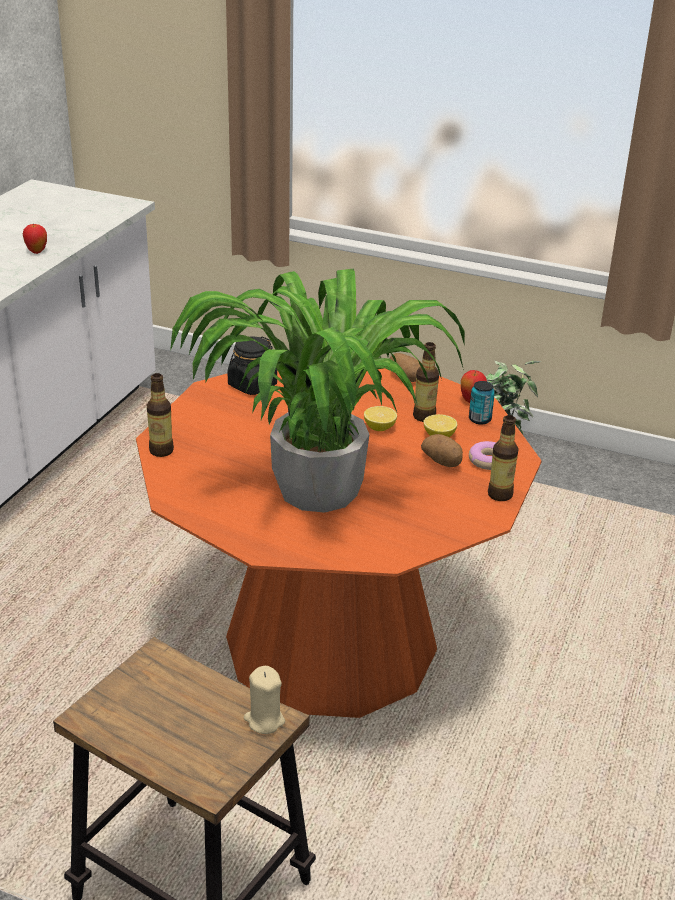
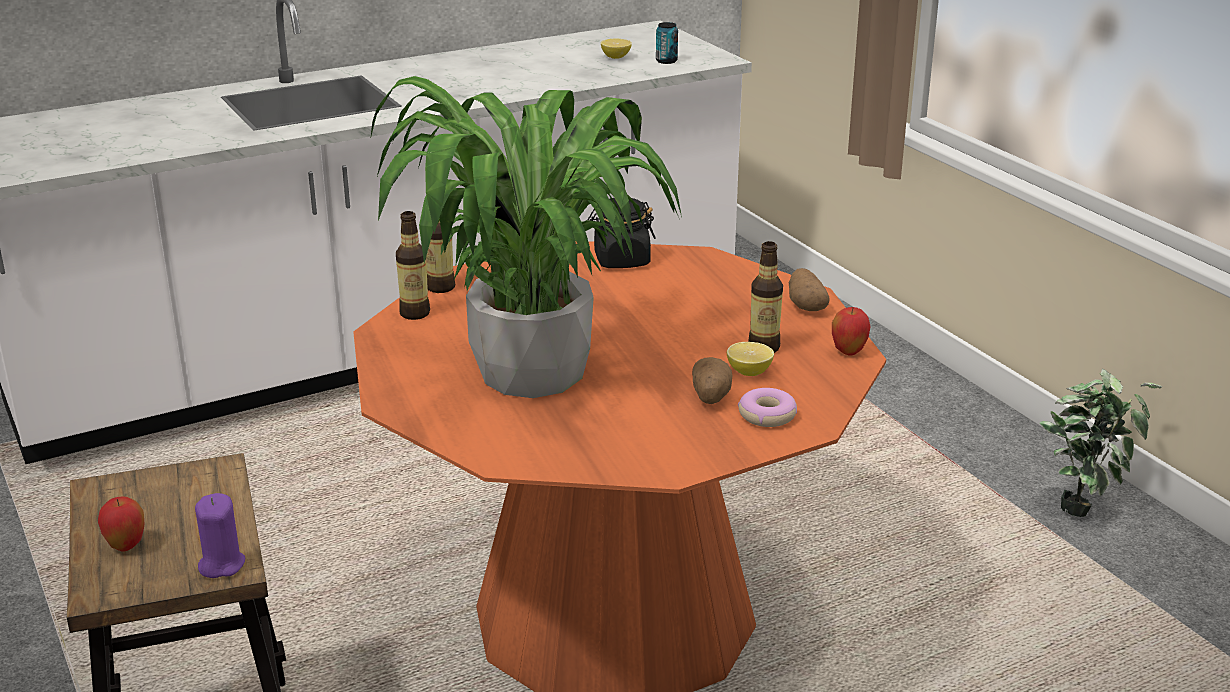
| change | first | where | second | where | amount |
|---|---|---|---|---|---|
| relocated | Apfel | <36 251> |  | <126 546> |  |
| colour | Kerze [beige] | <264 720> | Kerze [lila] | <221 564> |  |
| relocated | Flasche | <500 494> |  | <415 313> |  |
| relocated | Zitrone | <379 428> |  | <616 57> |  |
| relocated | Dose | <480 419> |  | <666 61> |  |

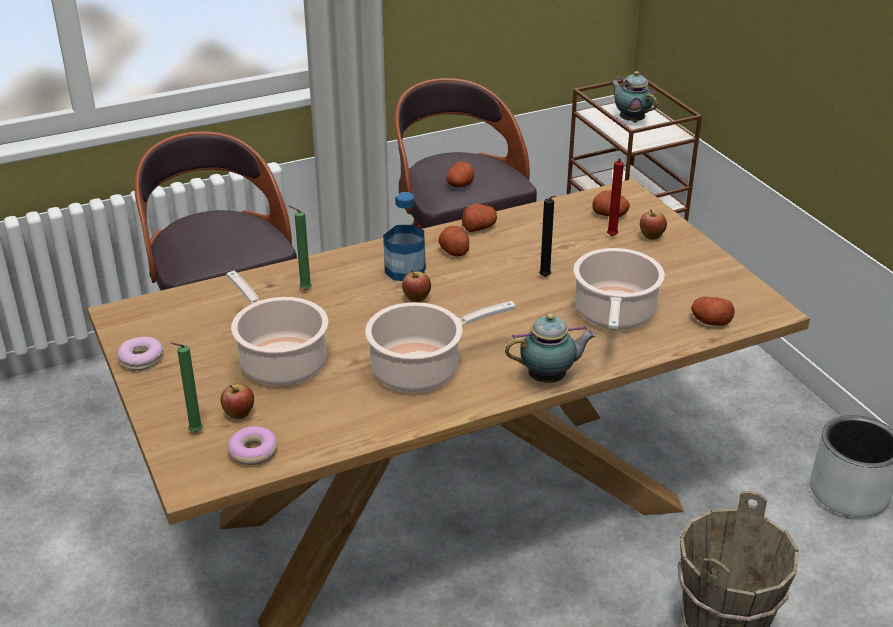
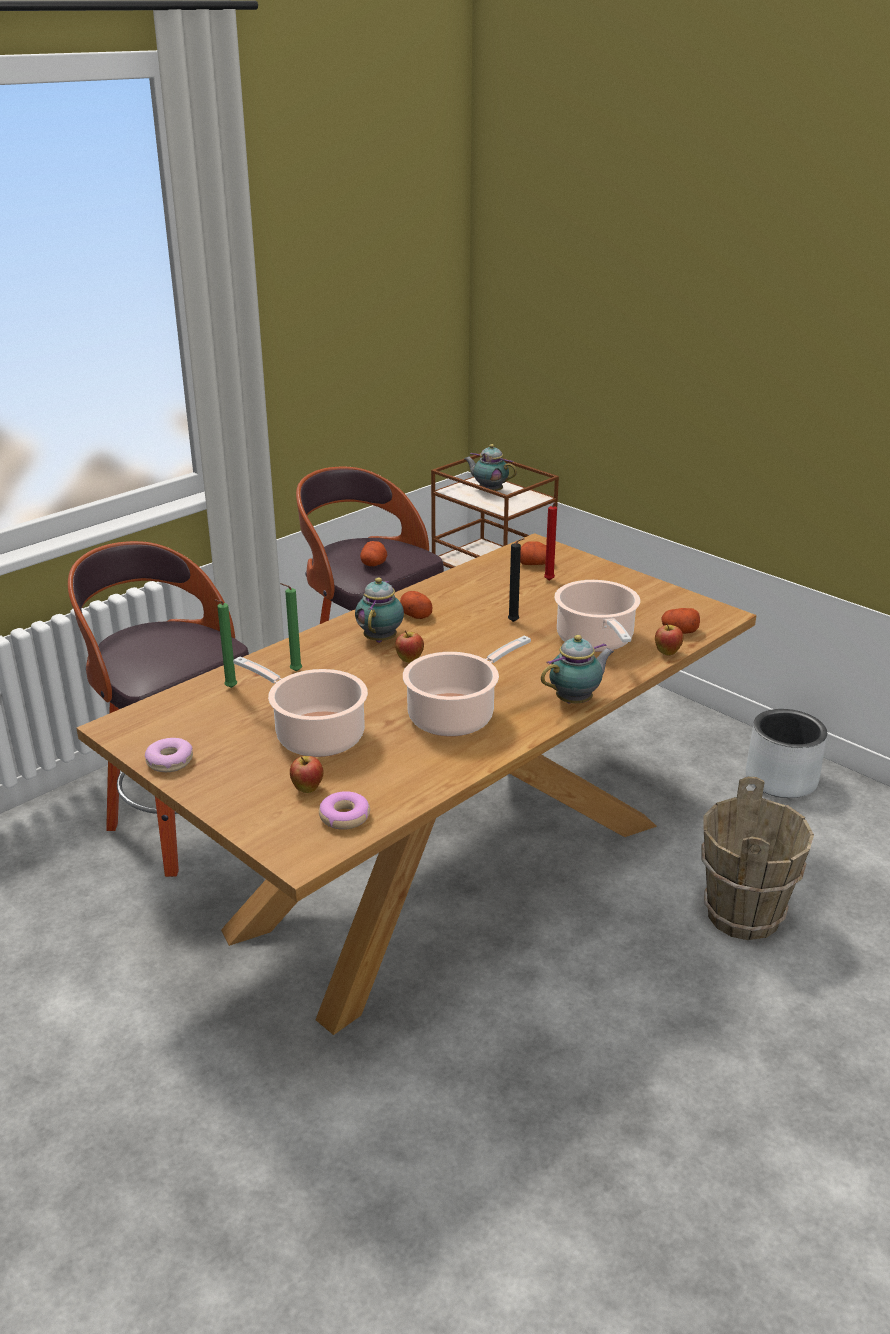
| change | first | where | second | where | amount |
|---|---|---|---|---|---|
| relocated | Kerze [grün] | <194 432> |  | <229 688> |  |
| exchanged | Flasche | <405 270> | Teekanne | <381 638> |  |
| relocated | Apfel | <651 237> |  | <667 653> |  |
| missing | Kartoffel | <479 227> |  |  |  |

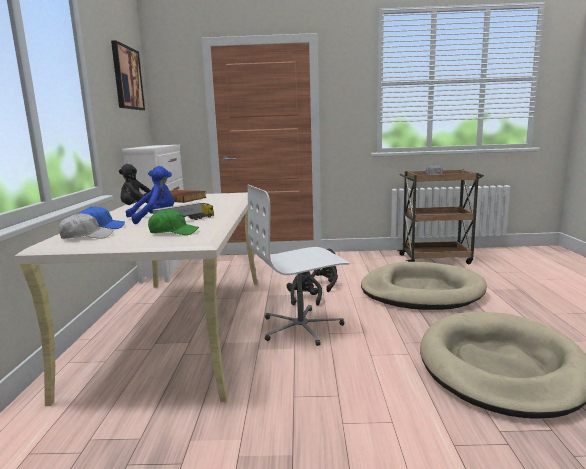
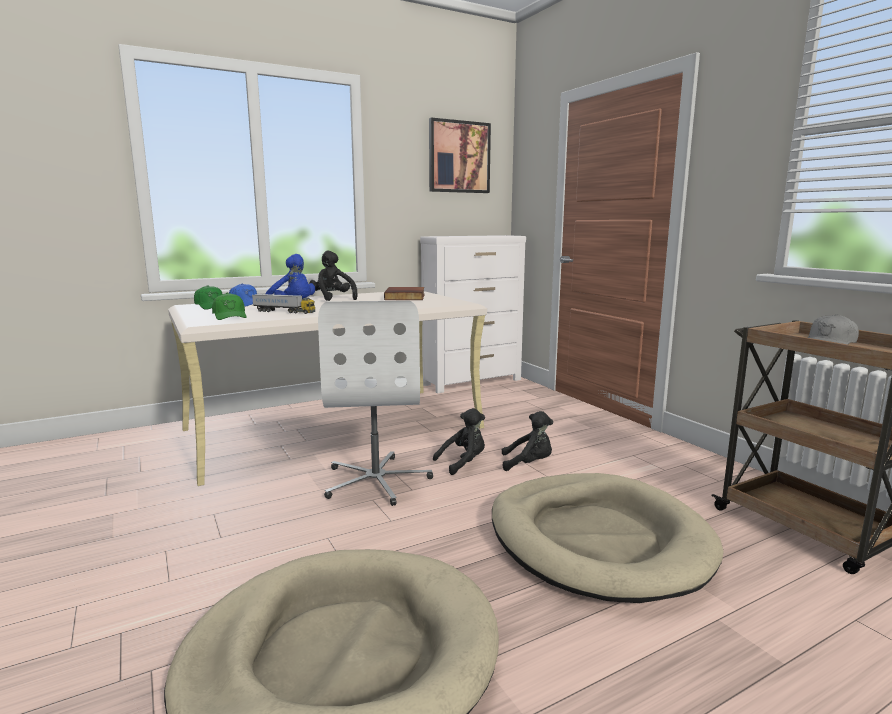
| change | first | where | second | where | amount |
|---|---|---|---|---|---|
| colour | Kappe [weiß] | <86 236> | Kappe [grün] | <211 306> |  |
| spun | Bürostuhl [weiß] | <301 327> |  | <377 480> | 135 degrees counterclockwise |

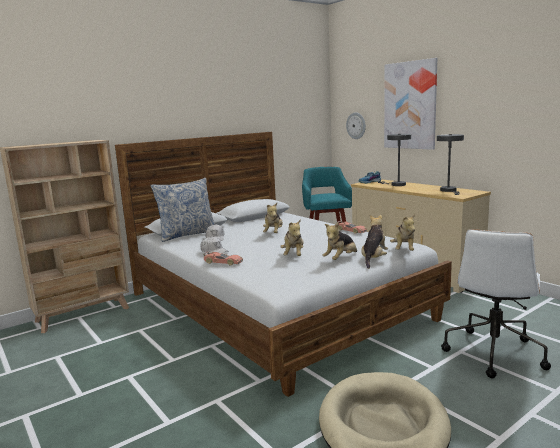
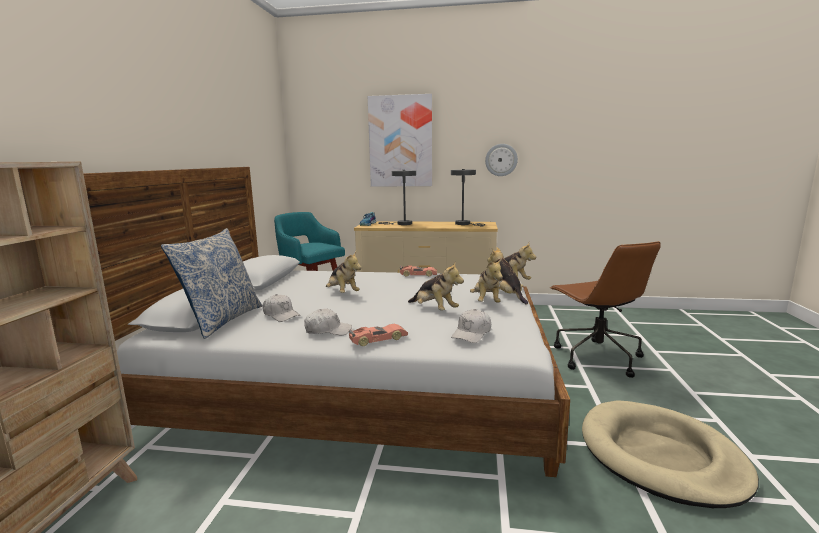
| change | first | where | second | where | amount |
|---|---|---|---|---|---|
| appeared |  |  | Kappe [weiß] | <472 333> |  |
| relocated | Wanduhr | <356 125> |  | <501 160> |  |
| colour | Bürostuhl [weiß] | <493 352> | Bürostuhl [braun] | <596 357> |  |

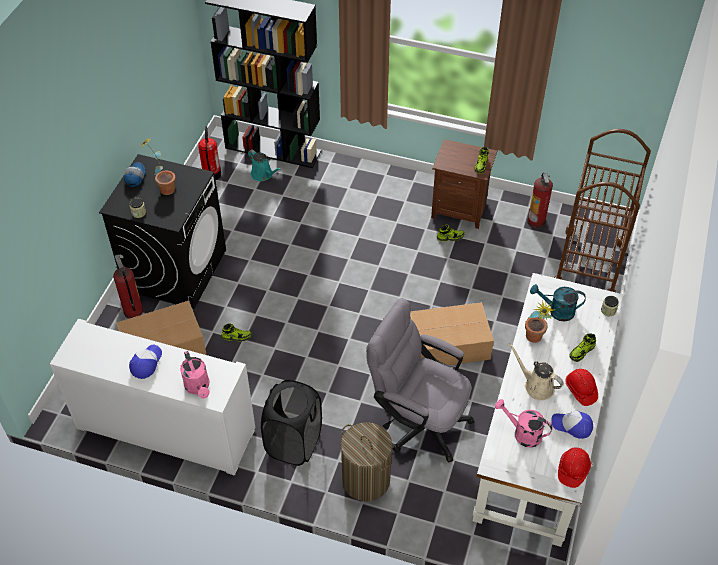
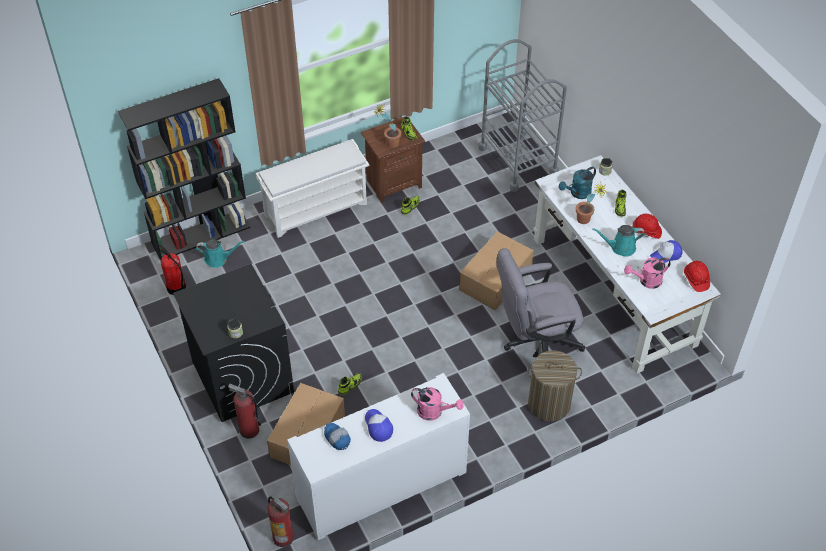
| change | first | where | second | where | amount |
|---|---|---|---|---|---|
| appeared |  |  | Schuhregal [weiß] | <316 209> |  |
| relocated | Feuerlöscher | <536 221> |  | <283 537> |  |
| relocated | Kappe | <135 177> |  | <337 439> |  |
| relocated | Topfpflanze | <163 188> |  | <388 144> |  |
| colour | Rollwagen [braun] | <589 264> | Rollwagen [grau] | <518 160> |  |
| colour | Gießkanne [beige] | <536 386> | Gießkanne [türkis] | <620 247> |  |
| missing | Wäschekorb [schwarz] | <294 443> |  |  |  |

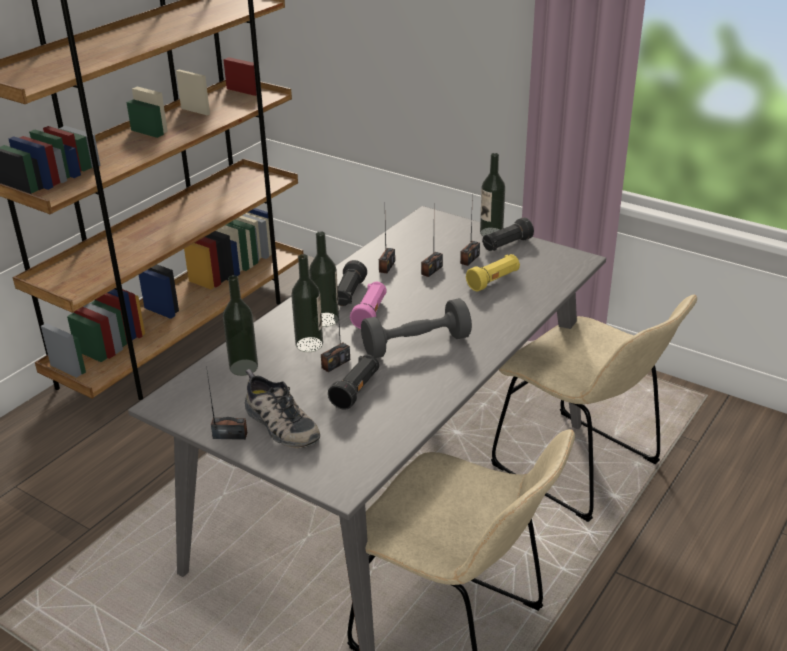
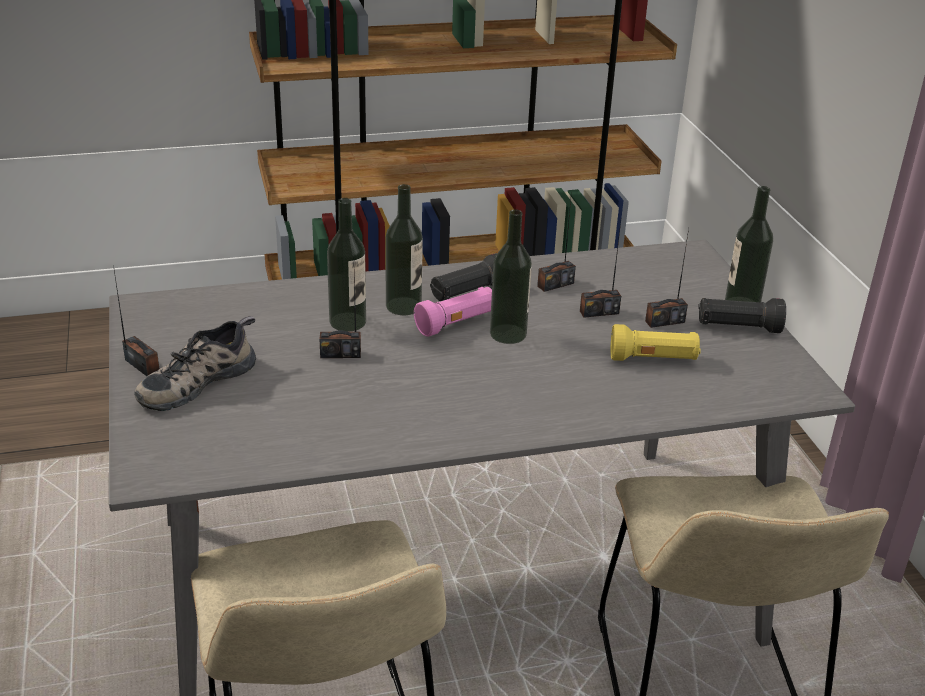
| change | first | where | second | where | amount |
|---|---|---|---|---|---|
| spun | Schuh | <279 424> |  | <196 380> | 45 degrees clockwise |
| relocated | Flasche | <243 367> |  | <508 334> |  |
| missing | Taschenlampe [schwarz] | <356 391> |  |  |  |
| missing | Hantel [grau] | <416 345> |  |  |  |

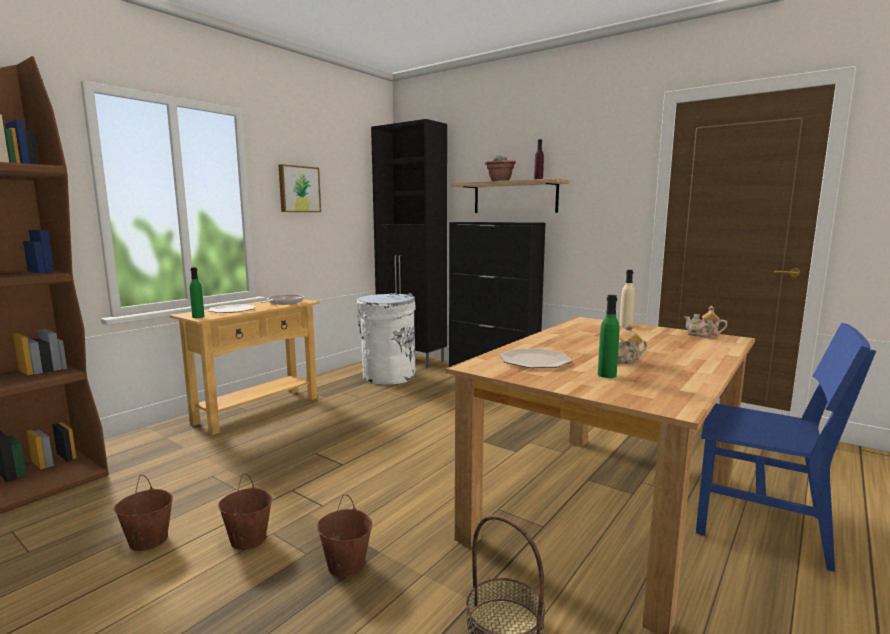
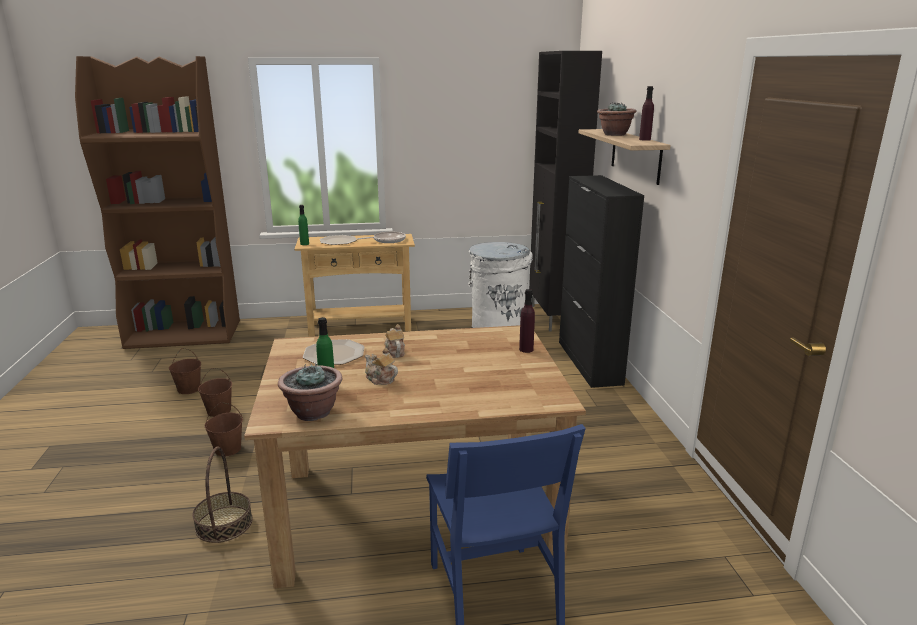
| change | first | where | second | where | amount |
|---|---|---|---|---|---|
| appeared |  |  | Topfpflanze | <313 412> |  |
| relocated | Teekanne | <703 335> |  | <394 352> |  |
| colour | Flasche [beige] | <625 325> | Flasche [lila] | <526 349> |  |
| missing | Bild | <298 189> |  |  |  |

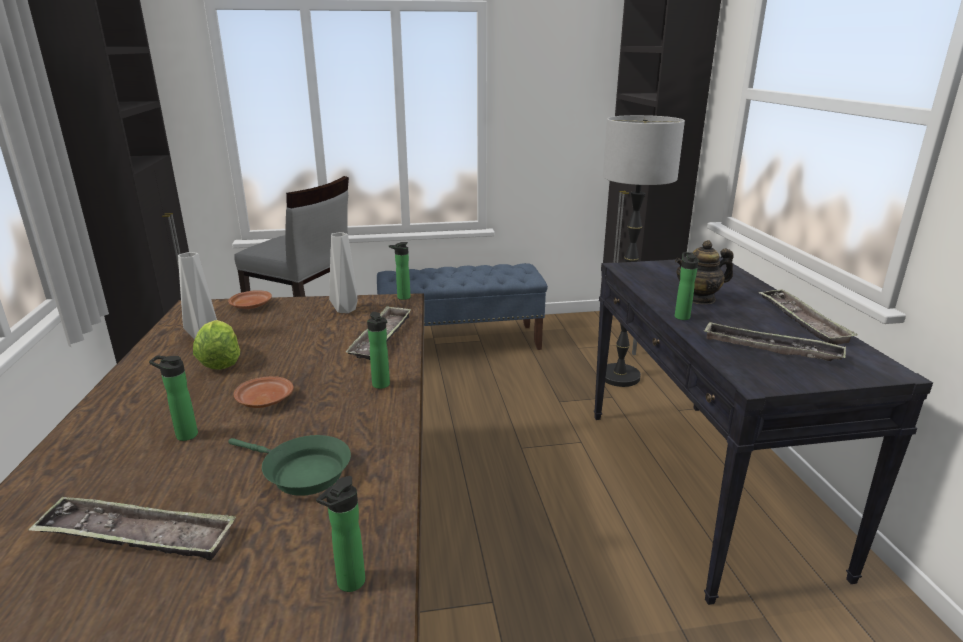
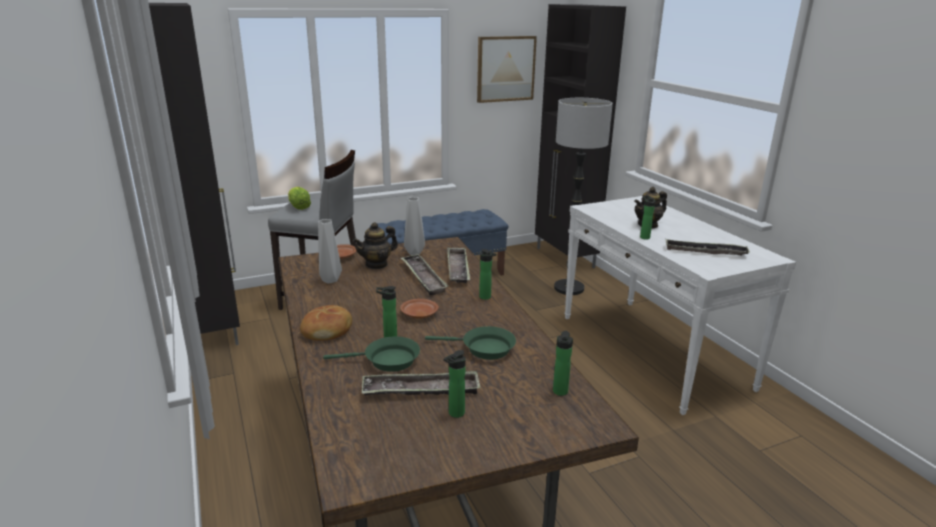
| change | first | where | second | where | amount |
|---|---|---|---|---|---|
| relocated | Salatkopf | <220 361> |  | <298 207> |  |
| appeared |  |  | Brot | <327 330> |  |
| appeared |  |  | Pfanne [grün] | <387 360> |  |
| appeared |  |  | Teekanne | <376 264> |  |
| relocated | Tablett | <802 321> |  | <423 278> |  |
| relocated | Flasche | <401 298> |  | <454 414> |  |
| appeared |  |  | Bild | <505 69> |  |
| colour | Konsolentisch [schwarz] | <702 486> | Konsolentisch [weiß] | <653 351> |  |

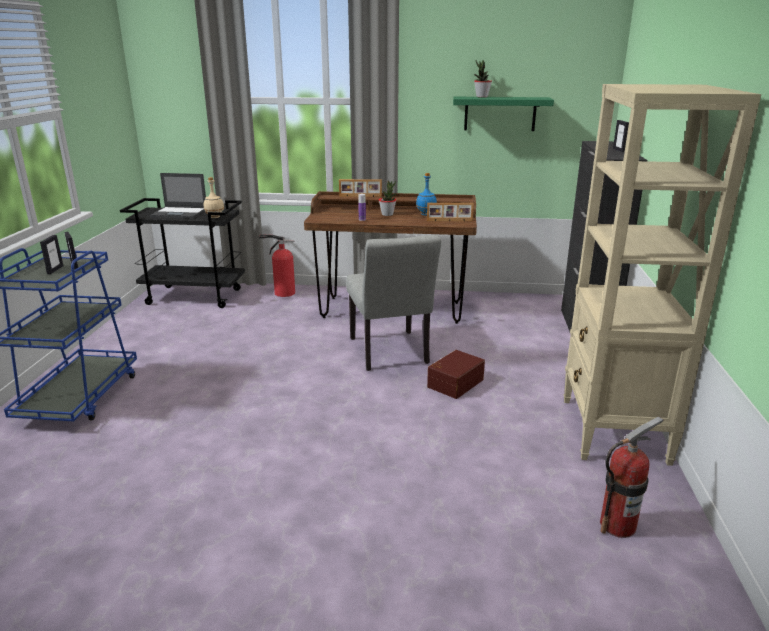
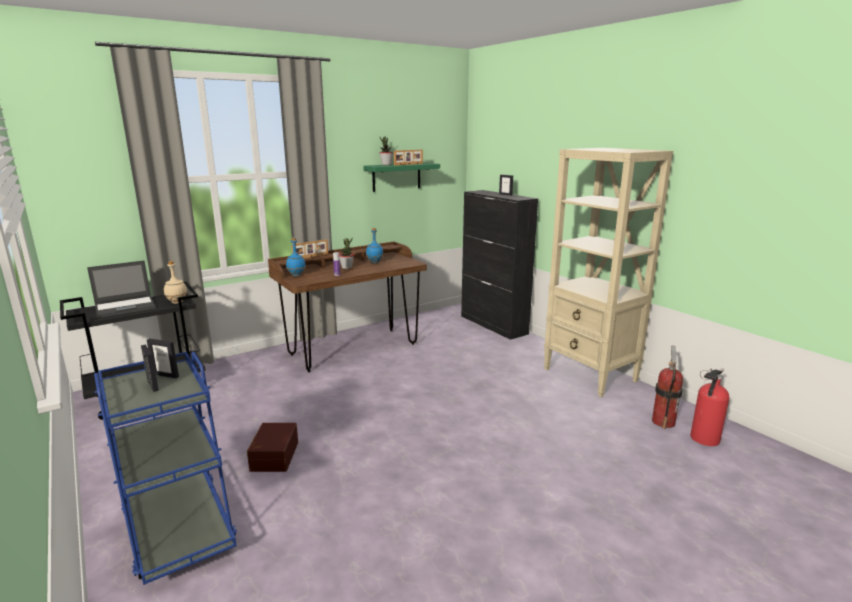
| change | first | where | second | where | amount |
|---|---|---|---|---|---|
| relocated | Aufbewahrungsbox [braun] | <454 383> |  | <273 456> |  |
| appeared |  |  | Flasche [blau] | <296 275> |  |
| relocated | Bilderrahmen | <449 221> |  | <409 164> |  |
| relocated | Feuerlöscher | <282 293> |  | <703 439> |  |
| missing | Stuhl [grau] | <390 354> |  |  |  |

